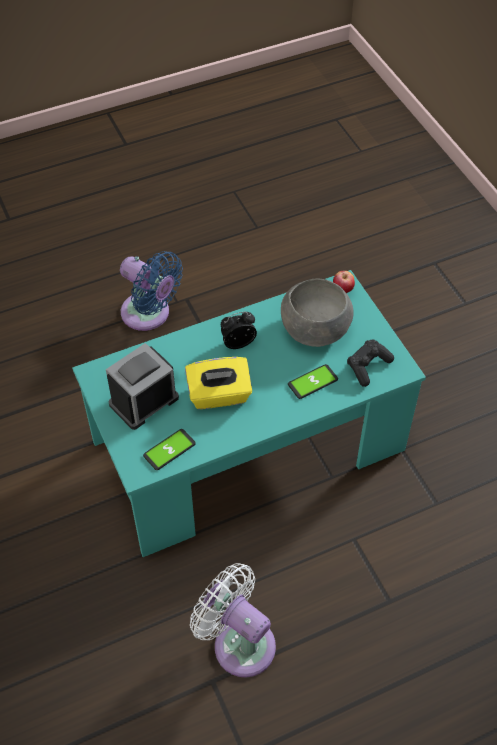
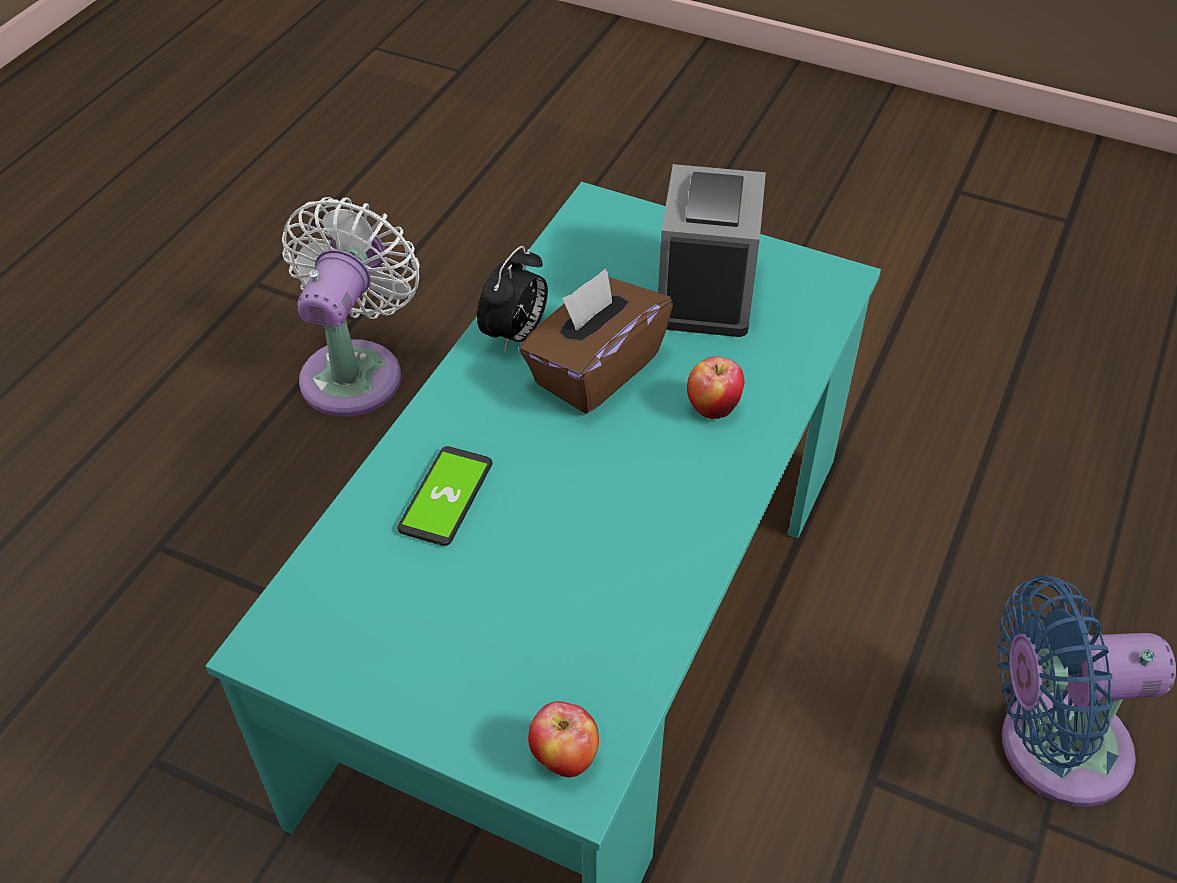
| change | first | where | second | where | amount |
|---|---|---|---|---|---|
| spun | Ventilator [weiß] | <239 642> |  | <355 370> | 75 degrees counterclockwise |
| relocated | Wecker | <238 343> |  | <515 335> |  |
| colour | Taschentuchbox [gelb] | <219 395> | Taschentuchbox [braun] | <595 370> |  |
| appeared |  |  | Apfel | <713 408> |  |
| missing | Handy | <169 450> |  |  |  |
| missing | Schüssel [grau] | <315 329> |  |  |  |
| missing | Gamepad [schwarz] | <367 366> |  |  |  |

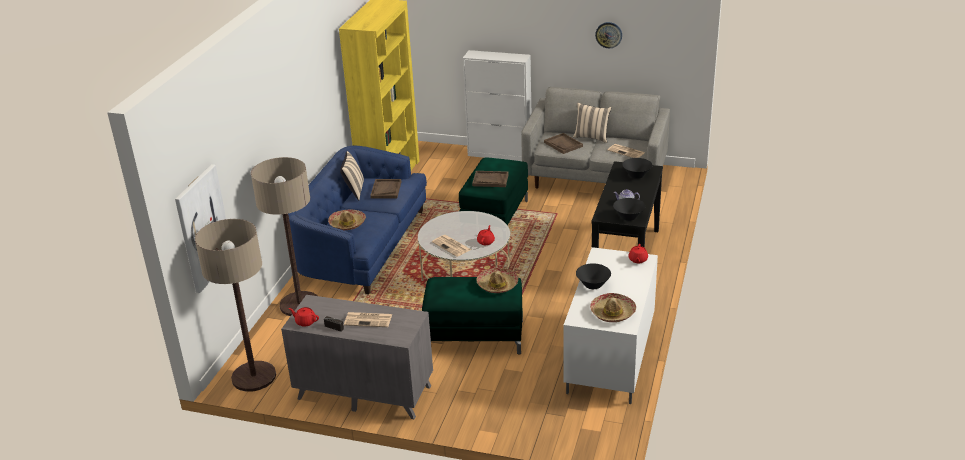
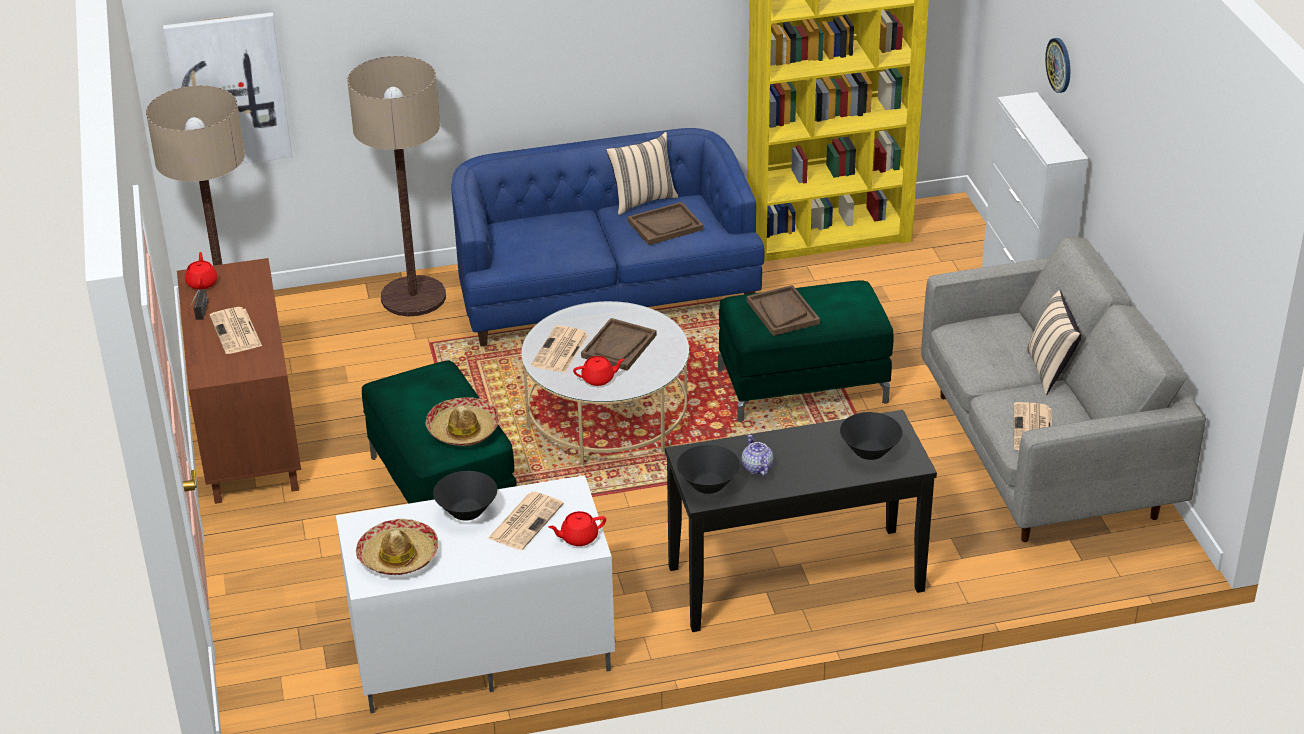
| change | first | where | second | where | amount |
|---|---|---|---|---|---|
| colour | Kommode [grau] | <364 392> | Kommode [braun] | <249 435> |  |
| appeared |  |  | Zeitung | <526 520> |  |
| relocated | Tablett [braun] | <563 144> |  | <619 346> |  |
| relocated | Wanduhr | <608 35> |  | <1059 65> |  |
| missing | Hut | <347 224> |  |  |  |

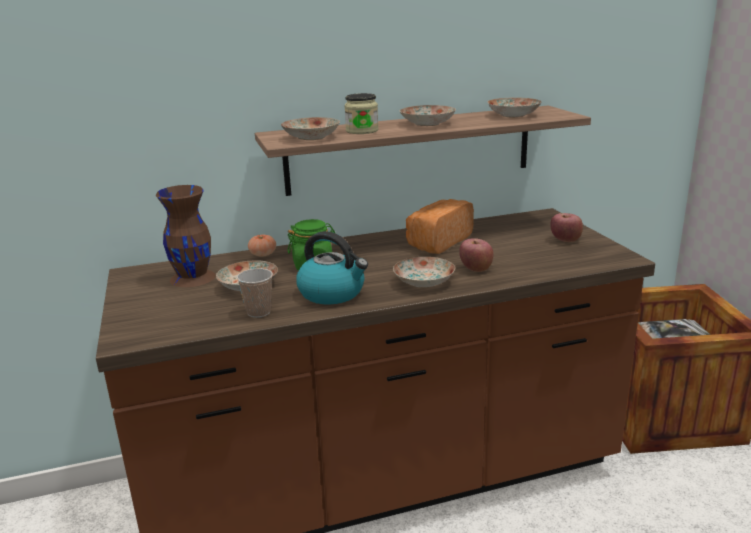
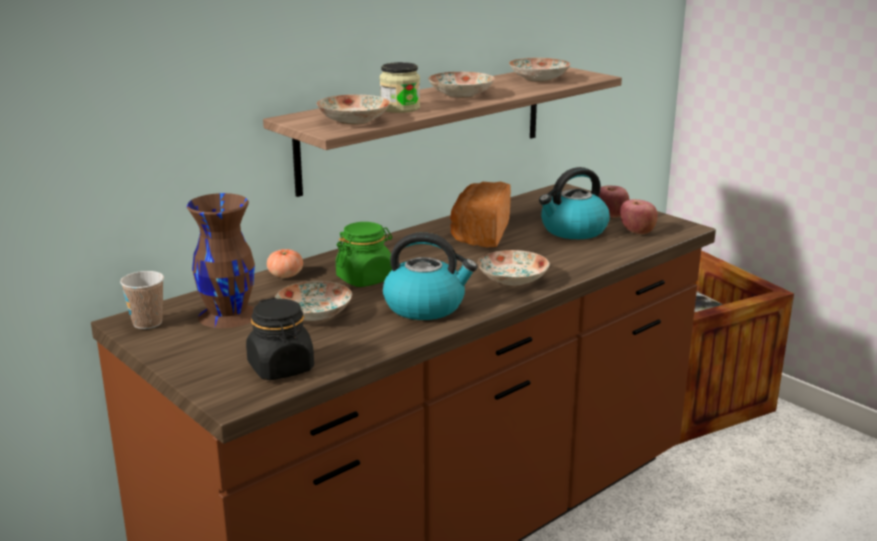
| change | first | where | second | where | amount |
|---|---|---|---|---|---|
| relocated | Tasse | <259 312> |  | <147 323> |  |
| appeared |  |  | Vorratsglas [schwarz] | <281 368> |  |
| appeared |  |  | Wasserkessel | <573 230> |  |
| relocated | Apfel | <475 269> |  | <637 231> |  |

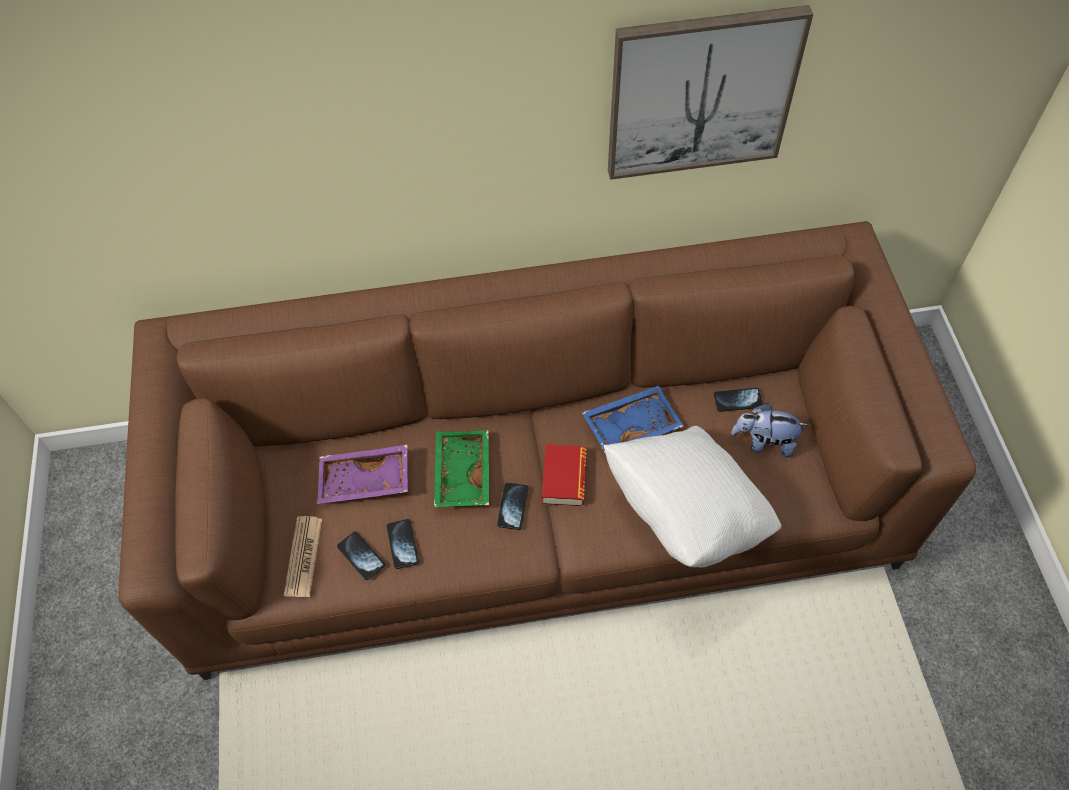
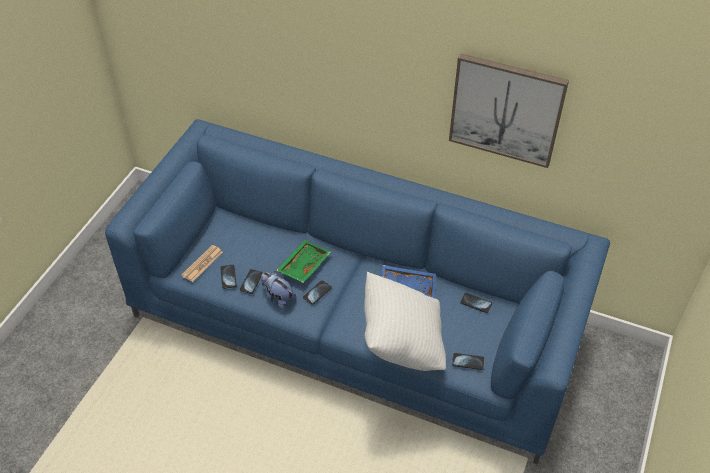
| change | first | where | second | where | amount |
|---|---|---|---|---|---|
| colour | Sofa [braun] | <538 502> | Sofa [blau] | <355 322> |  |
| relocated | Plüschtier | <764 442> |  | <278 298> |  |
| appeared |  |  | Handy | <468 362> |  |
| missing | Tablett [lila] | <365 482> |  |  |  |
| missing | Buch | <564 478> |  |  |  |

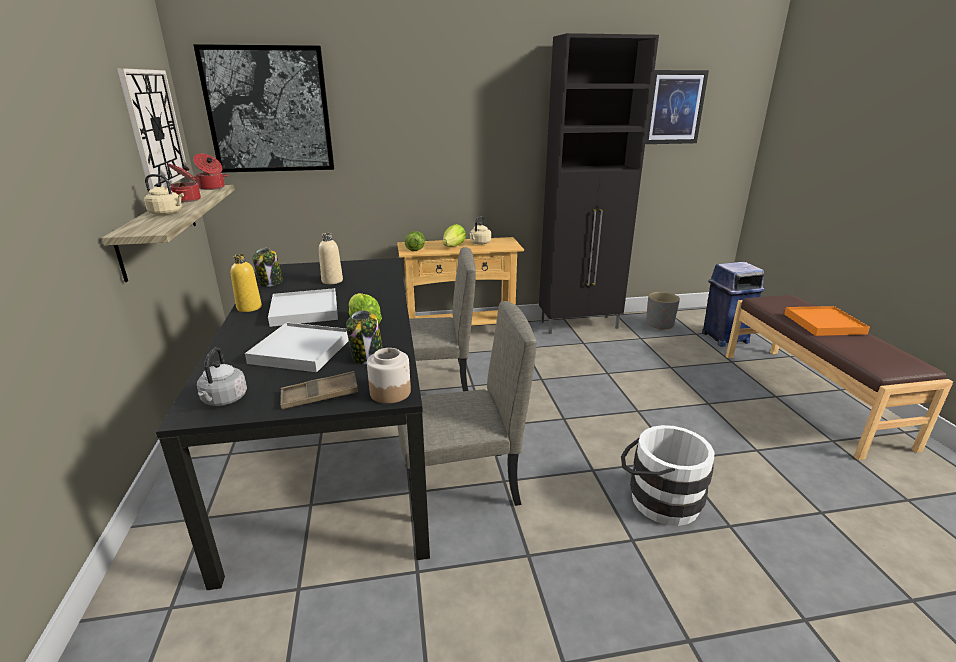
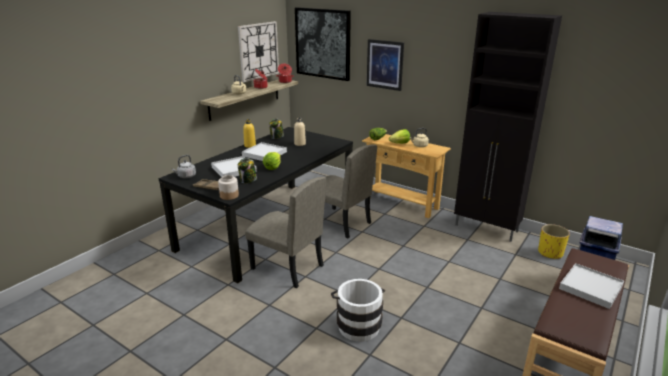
| change | first | where | second | where | amount |
|---|---|---|---|---|---|
| relocated | Bild | <674 107> |  | <385 64> |  |
| colour | Pflanzkübel [grau] | <659 325> | Pflanzkübel [gelb] | <550 253> |  |
| colour | Tablett [orange] | <824 324> | Tablett [weiß] | <591 287> |  |

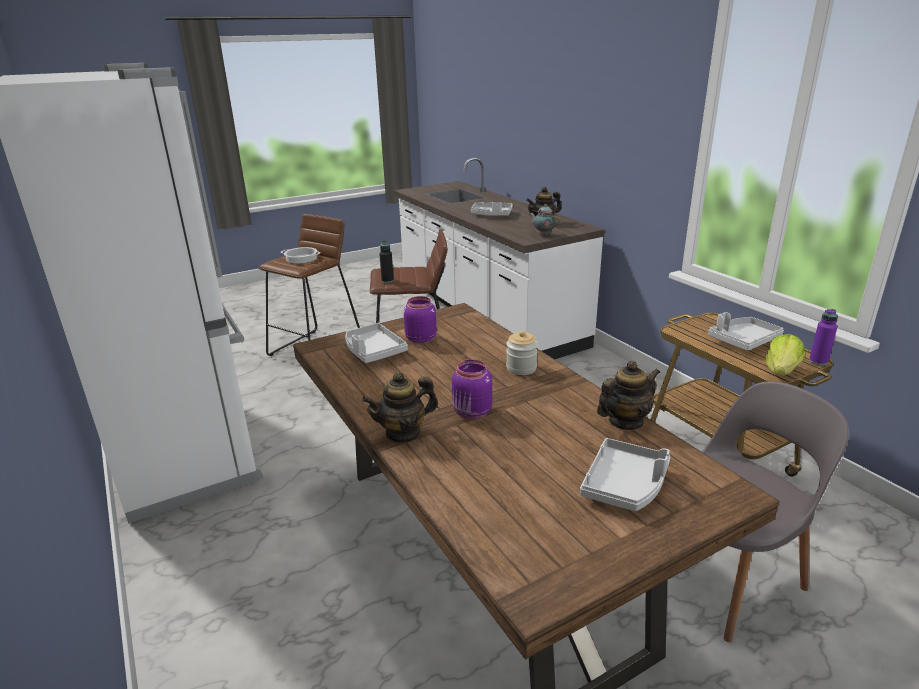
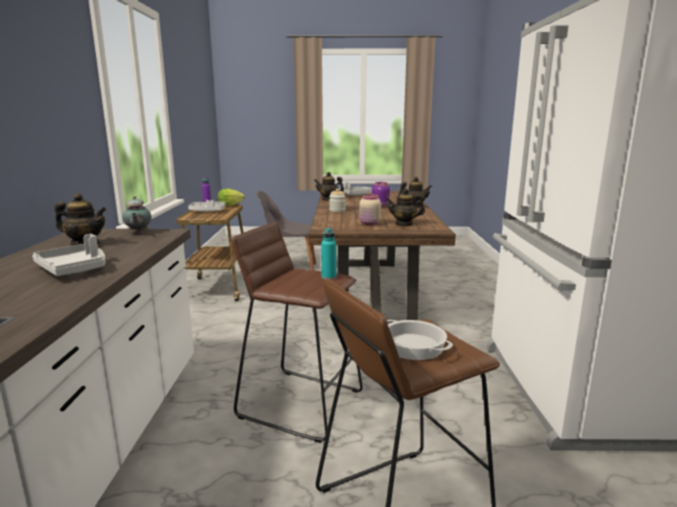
| change | first | where | second | where | amount |
|---|---|---|---|---|---|
| colour | Flasche [schwarz] | <387 281> | Flasche [türkis] | <328 277> |  |
| colour | Vorratsglas [lila] | <420 339> | Vorratsglas [beige] | <370 224> |  |
| exchanged | Tablett [grau] | <373 351> | Teekanne | <404 224> |  |

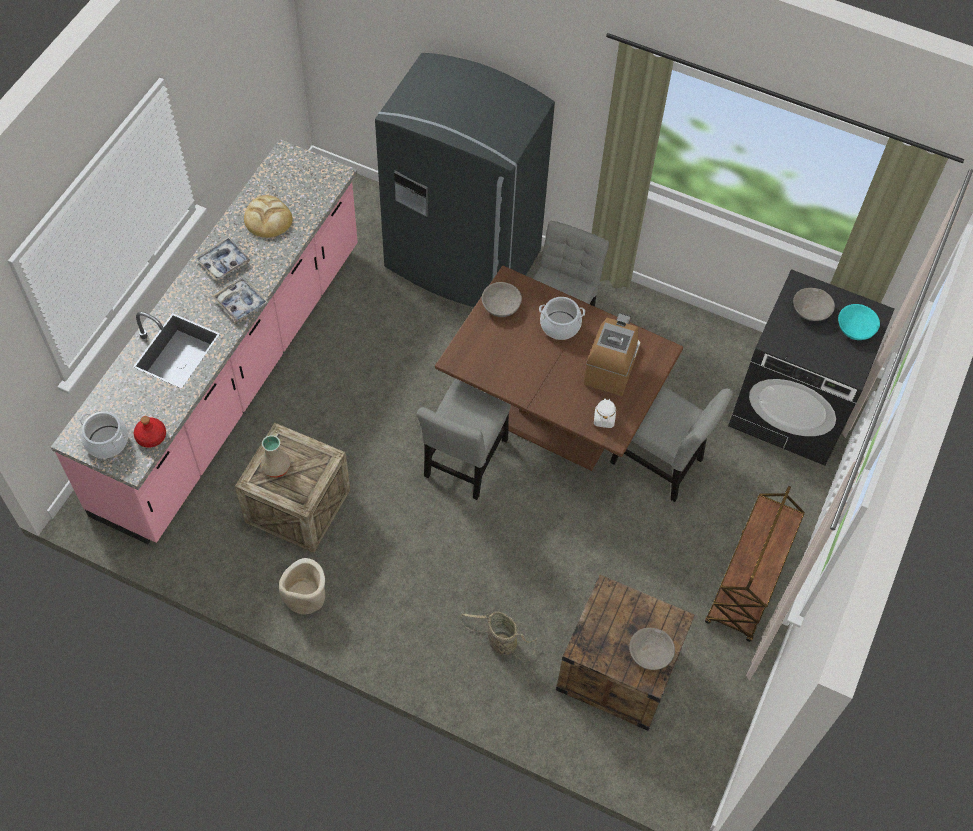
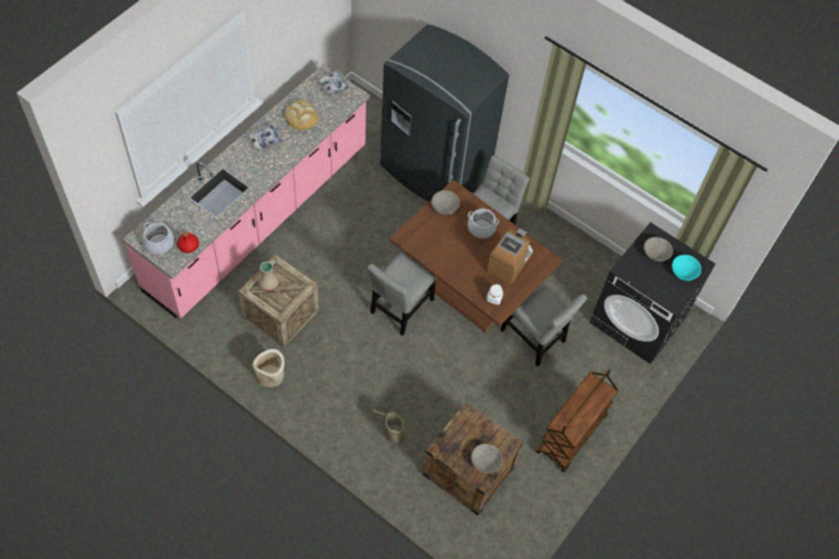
| change | first | where | second | where | amount |
|---|---|---|---|---|---|
| relocated | Tablett | <241 303> |  | <333 85> |  |

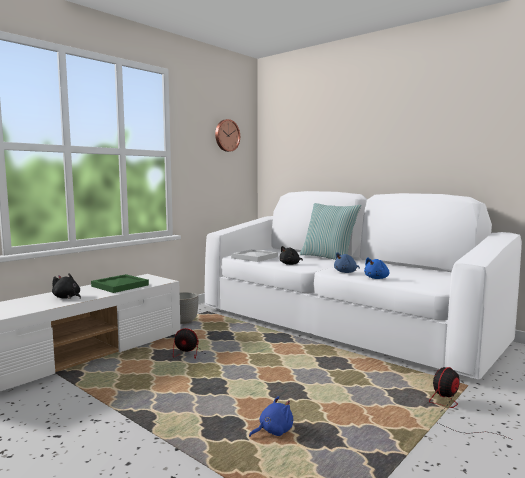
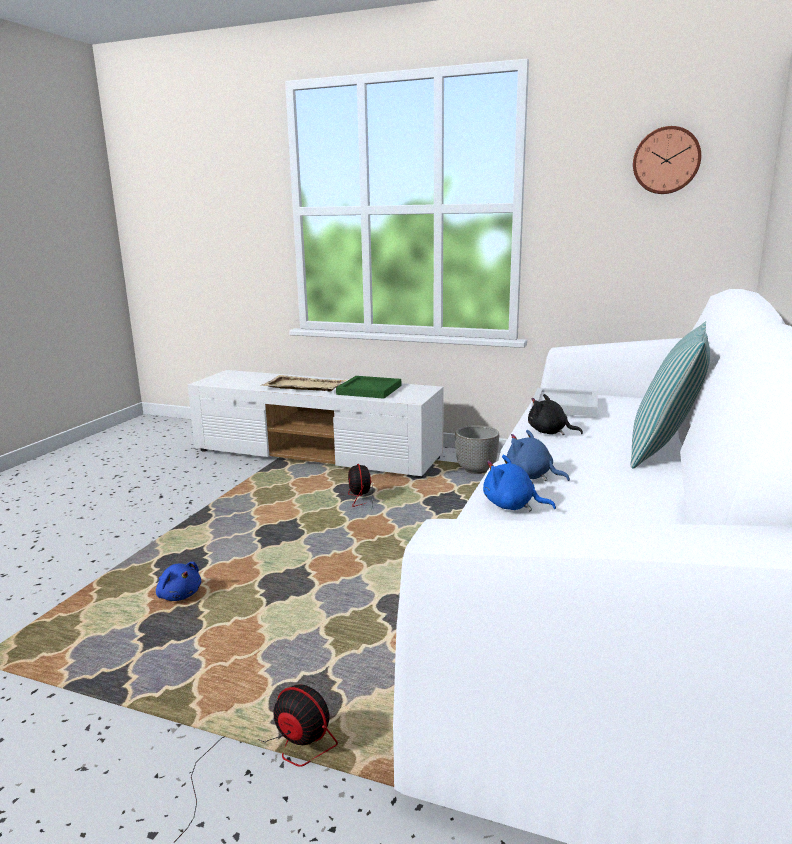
| change | first | where | second | where | amount |
|---|---|---|---|---|---|
| exchanged | Plüschtier [schwarz] | <67 297> | Tablett [beige] | <304 386> |  |

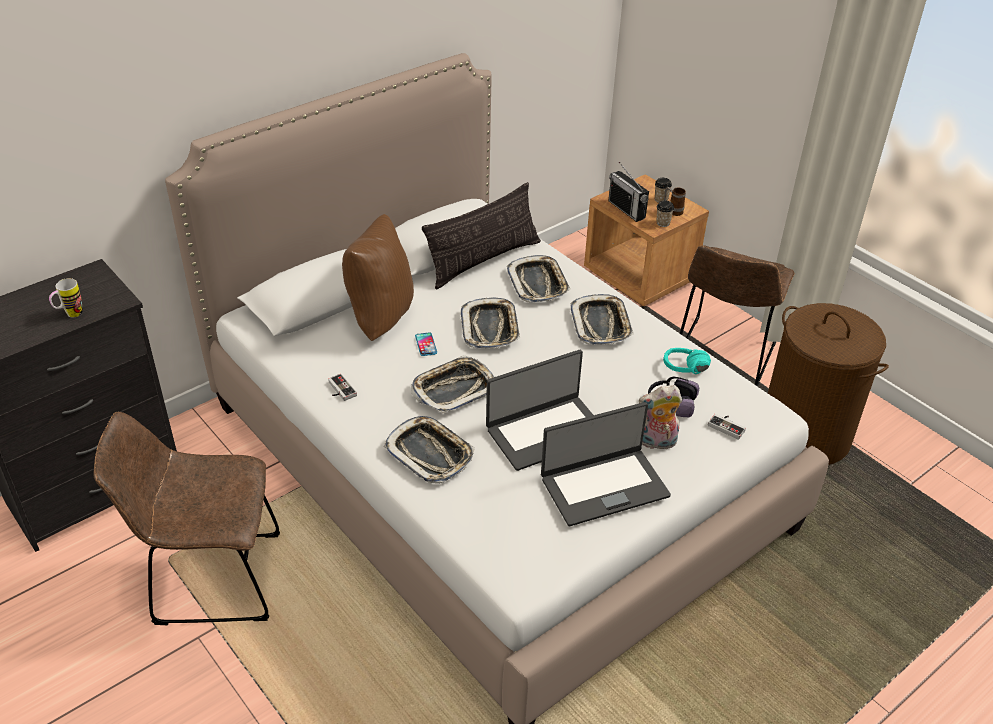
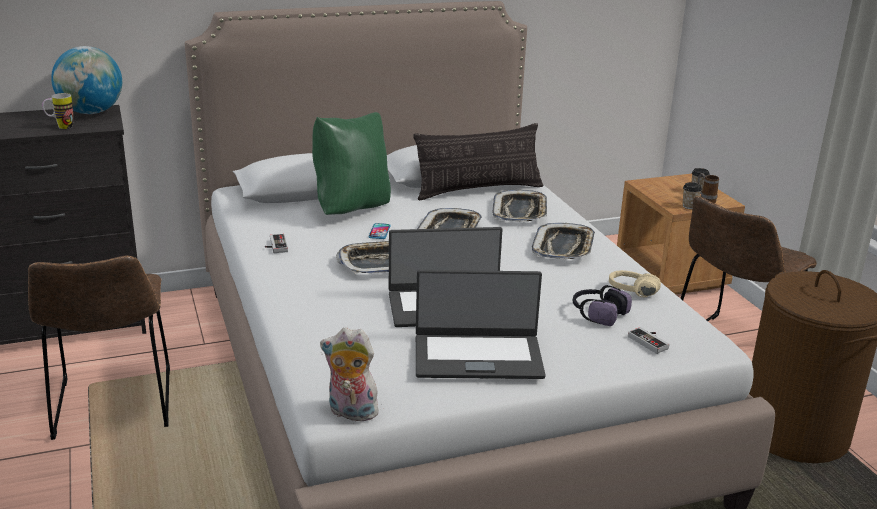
| change | first | where | second | where | amount |
|---|---|---|---|---|---|
| spun | Stuhl [braun] | <210 579> |  | <113 408> | 120 degrees counterclockwise |
| appeared |  |  | Globus | <91 112> |  |
| colour | Kissen [braun] | <379 318> | Kissen [grün] | <351 209> |  |
| relocated | Plüschtier | <657 443> |  | <350 413> |  |
| colour | Kopfhörer [türkis] | <686 372> | Kopfhörer [beige] | <631 295> |  |
| missing | Tablett | <430 453> |  |  |  |
| missing | Radio | <626 209> |  |  |  |

